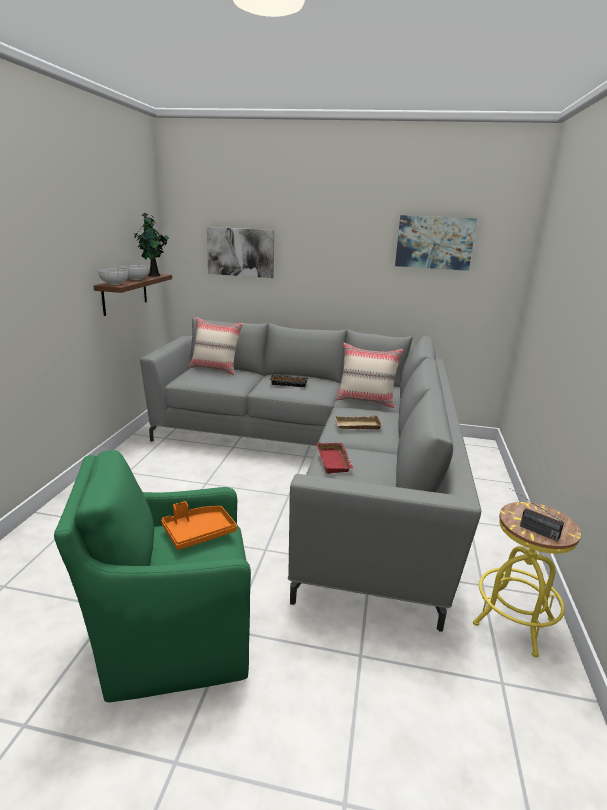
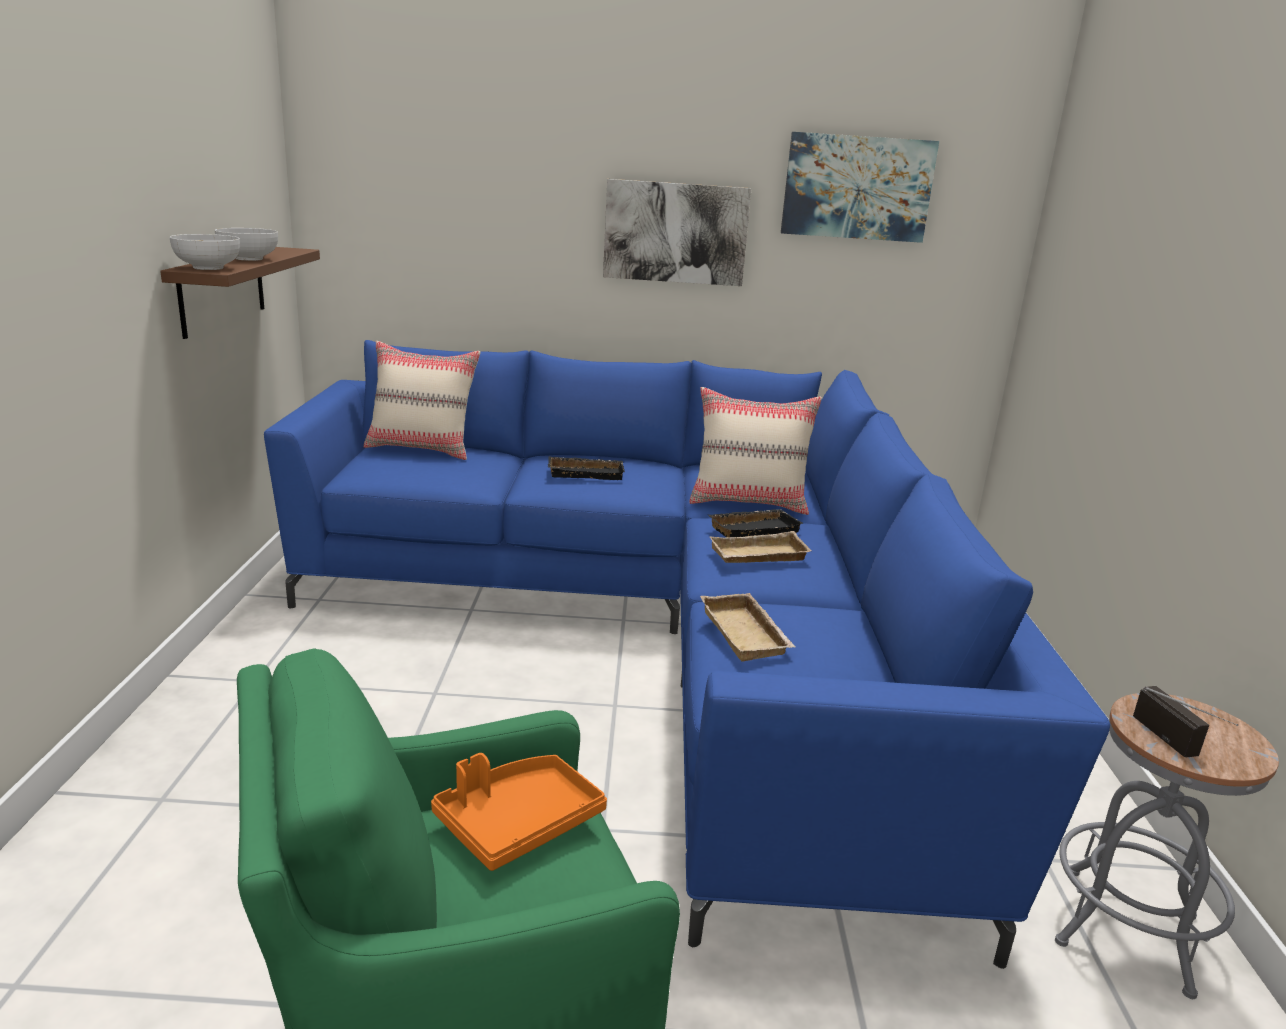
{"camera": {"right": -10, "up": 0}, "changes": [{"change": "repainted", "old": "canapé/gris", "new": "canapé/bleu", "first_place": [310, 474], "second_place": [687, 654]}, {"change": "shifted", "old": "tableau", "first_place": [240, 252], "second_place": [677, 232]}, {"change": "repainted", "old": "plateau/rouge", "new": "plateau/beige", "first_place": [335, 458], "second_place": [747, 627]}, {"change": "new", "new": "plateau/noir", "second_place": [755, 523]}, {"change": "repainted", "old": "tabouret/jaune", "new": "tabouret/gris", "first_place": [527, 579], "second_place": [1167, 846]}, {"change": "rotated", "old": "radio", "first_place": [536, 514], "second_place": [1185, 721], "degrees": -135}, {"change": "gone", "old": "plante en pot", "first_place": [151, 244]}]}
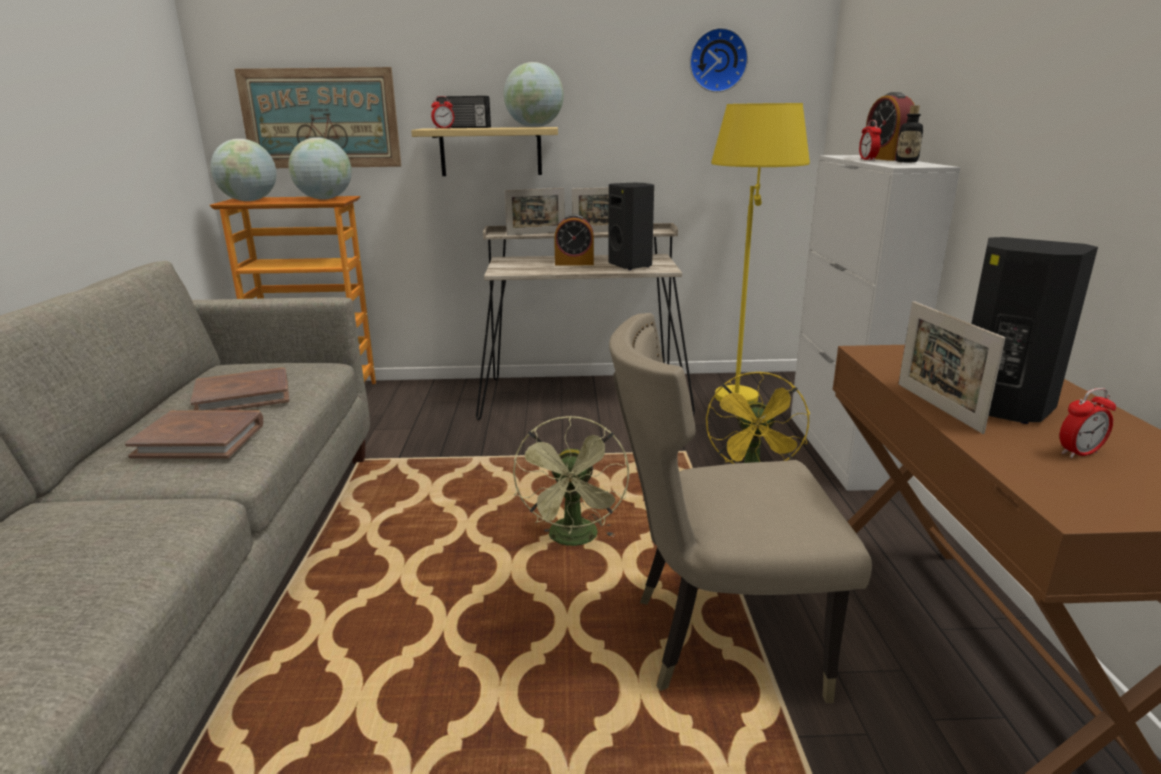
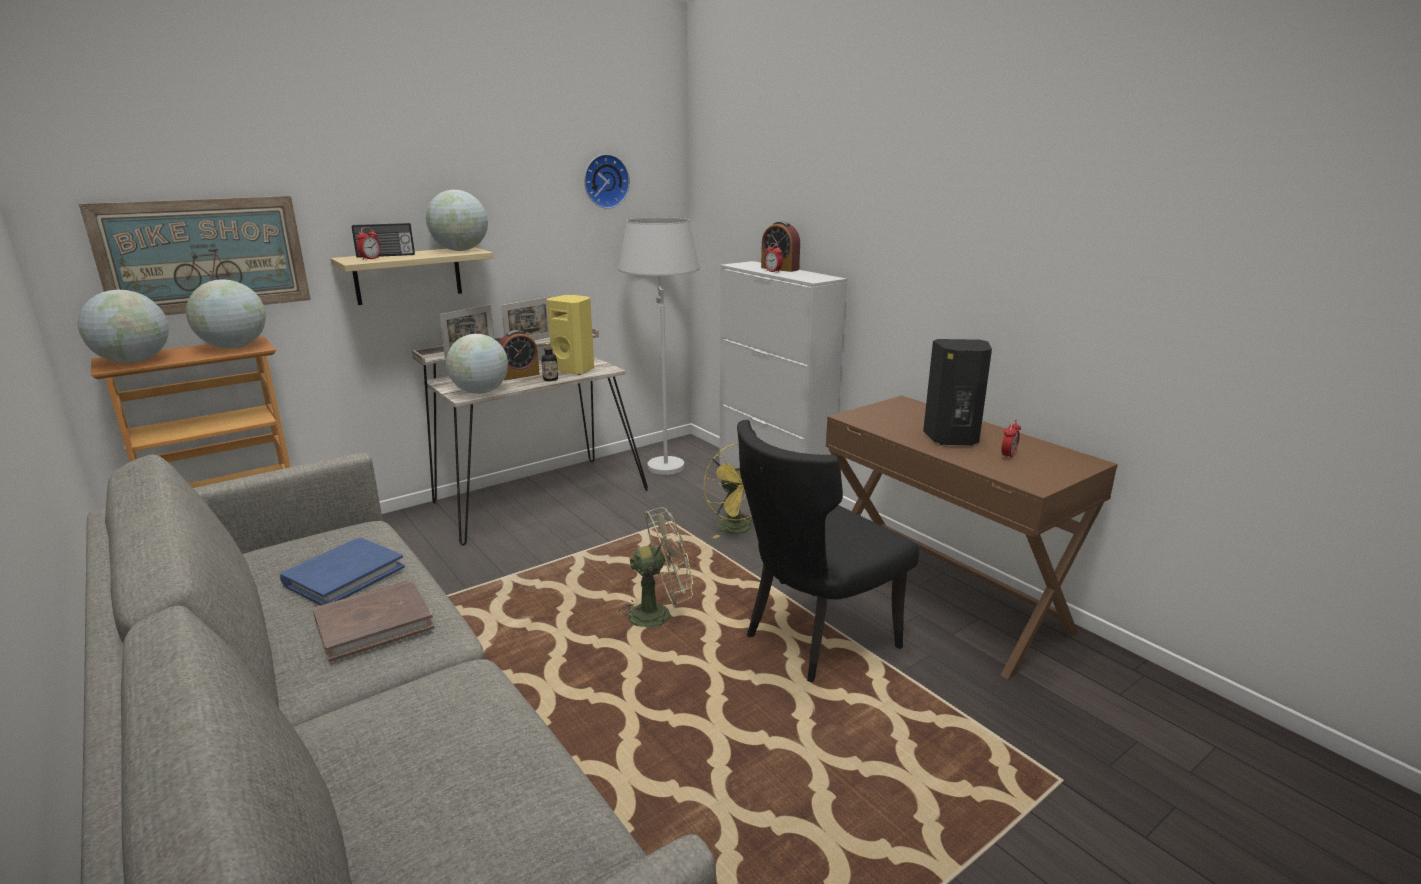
{"camera": {"right": -35, "up": 0}, "changes": [{"change": "repainted", "old": "livre/marron", "new": "livre/bleu", "first_place": [240, 388], "second_place": [342, 571]}, {"change": "new", "new": "globe", "second_place": [477, 364]}, {"change": "shifted", "old": "bouteille", "first_place": [909, 133], "second_place": [549, 362]}, {"change": "repainted", "old": "enceinte/noir", "new": "enceinte/jaune", "first_place": [631, 226], "second_place": [570, 335]}, {"change": "repainted", "old": "lampadaire/jaune", "new": "lampadaire/blanc", "first_place": [760, 253], "second_place": [659, 346]}, {"change": "rotated", "old": "ventilateur/vert", "first_place": [571, 481], "second_place": [656, 568], "degrees": -75}, {"change": "repainted", "old": "chaise/beige", "new": "chaise/noir", "first_place": [740, 508], "second_place": [828, 551]}, {"change": "gone", "old": "cadre photo", "first_place": [952, 367]}]}
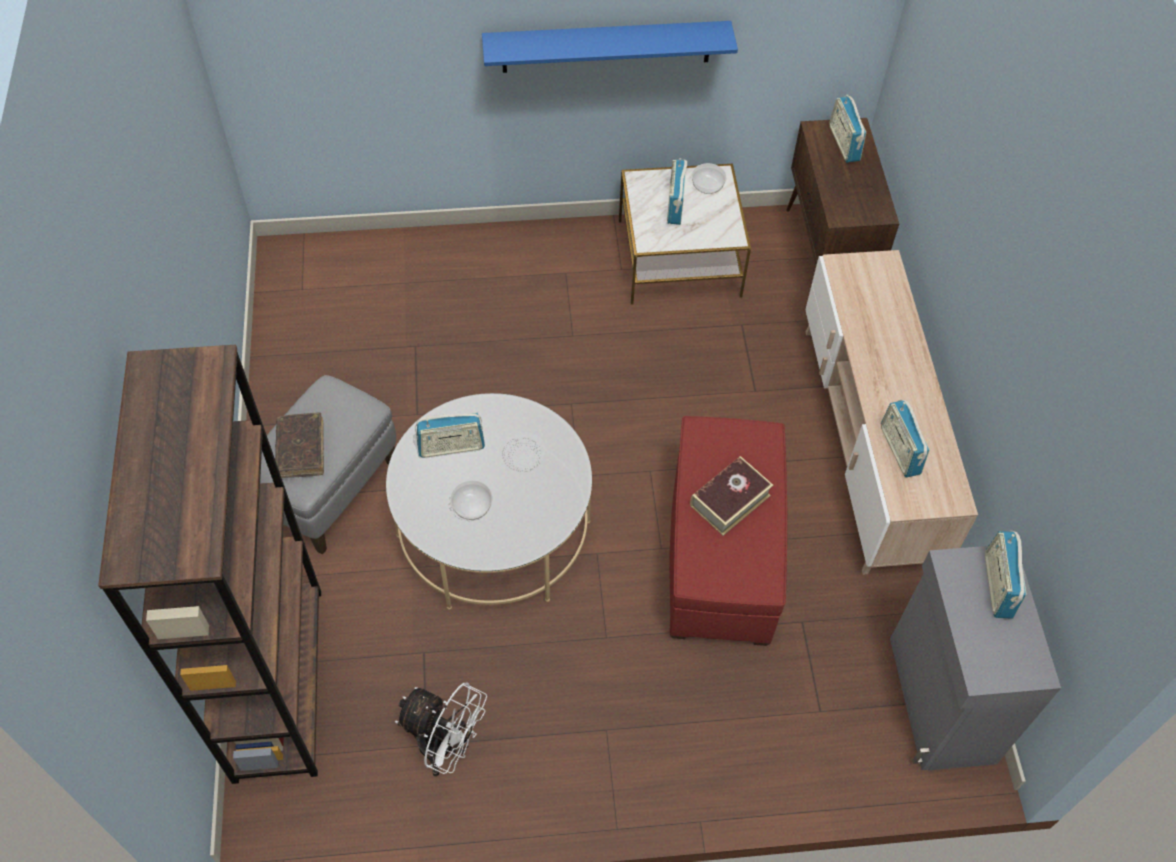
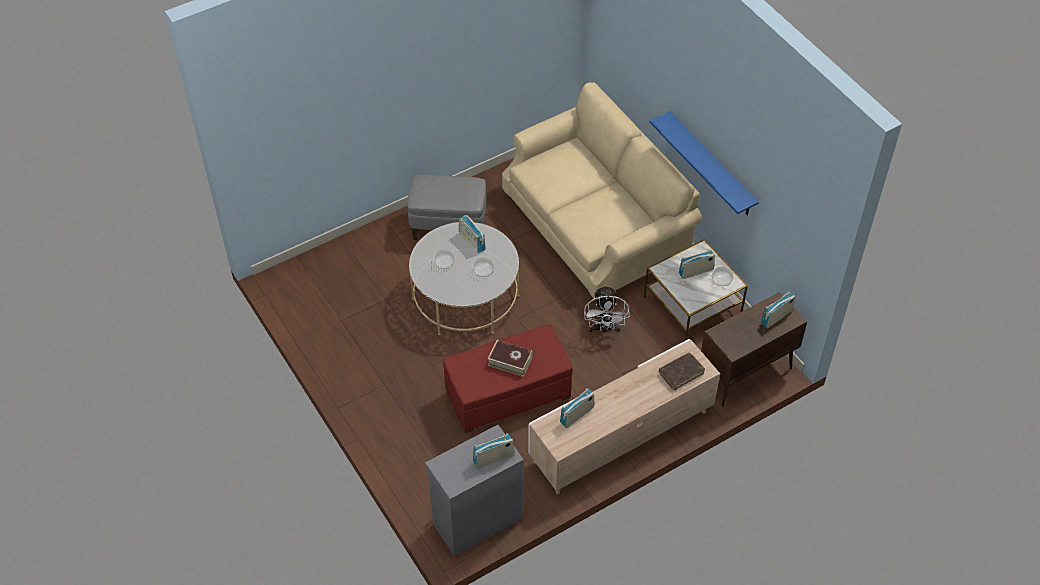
{"camera": {"right": 65, "up": -5}, "changes": [{"change": "new", "new": "canapé/beige", "second_place": [602, 191]}, {"change": "shifted", "old": "ventilateur/blanc", "first_place": [441, 729], "second_place": [606, 309]}, {"change": "shifted", "old": "livre/marron", "first_place": [299, 445], "second_place": [682, 371]}, {"change": "gone", "old": "bibliothèque/marron", "first_place": [209, 564]}]}
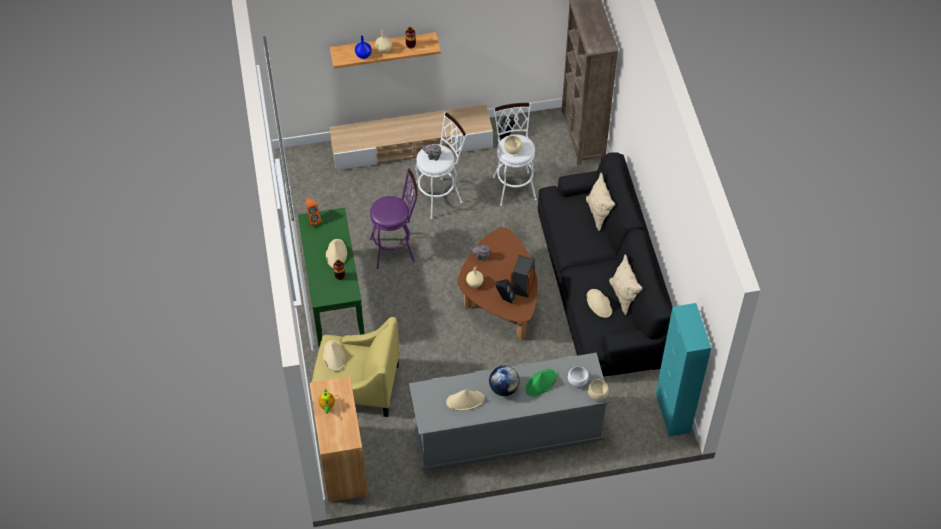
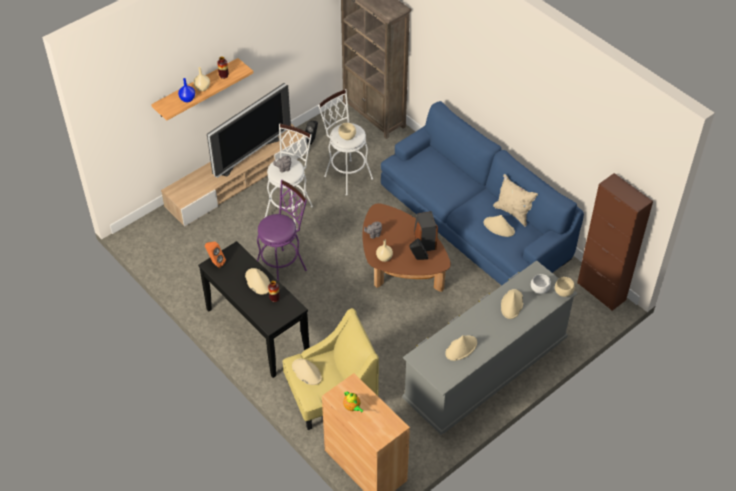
{"camera": {"right": -30, "up": -5}, "changes": [{"change": "repainted", "old": "table console/vert", "new": "table console/noir", "first_place": [331, 277], "second_place": [254, 309]}, {"change": "new", "new": "téléviseur", "second_place": [249, 130]}, {"change": "repainted", "old": "canapé/noir", "new": "canapé/bleu", "first_place": [605, 264], "second_place": [482, 193]}, {"change": "repainted", "old": "chapeau/vert", "new": "chapeau/beige", "first_place": [541, 383], "second_place": [512, 304]}, {"change": "repainted", "old": "meuble de rangement/turquoise", "new": "meuble de rangement/marron", "first_place": [683, 369], "second_place": [615, 242]}, {"change": "gone", "old": "globe", "first_place": [504, 381]}, {"change": "gone", "old": "coussin/beige", "first_place": [600, 202]}]}
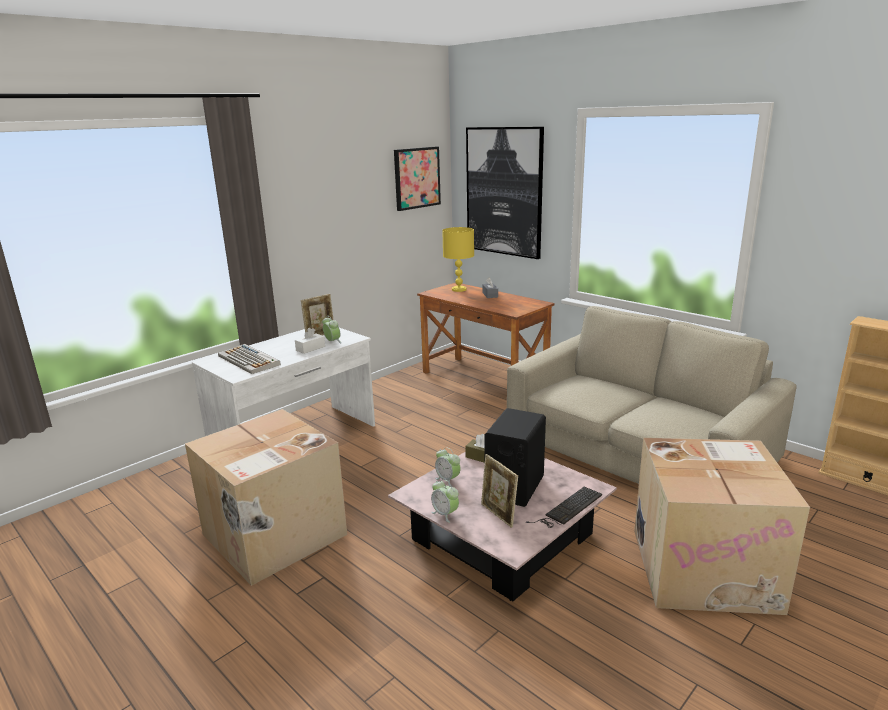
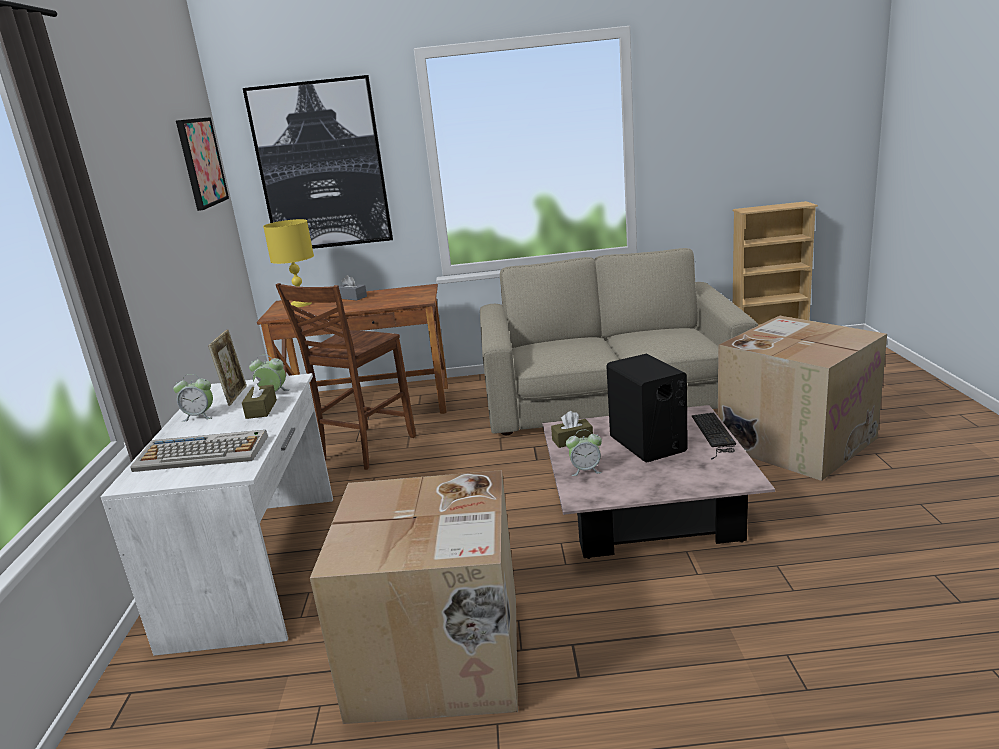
{"camera": {"right": -45, "up": 0}, "changes": [{"change": "shifted", "old": "réveil", "first_place": [445, 501], "second_place": [193, 398]}, {"change": "repainted", "old": "boîte à mouchoirs/blanc", "new": "boîte à mouchoirs/marron", "first_place": [310, 341], "second_place": [259, 398]}, {"change": "new", "new": "chaise/marron", "second_place": [346, 376]}, {"change": "gone", "old": "cadre photo", "first_place": [499, 491]}]}
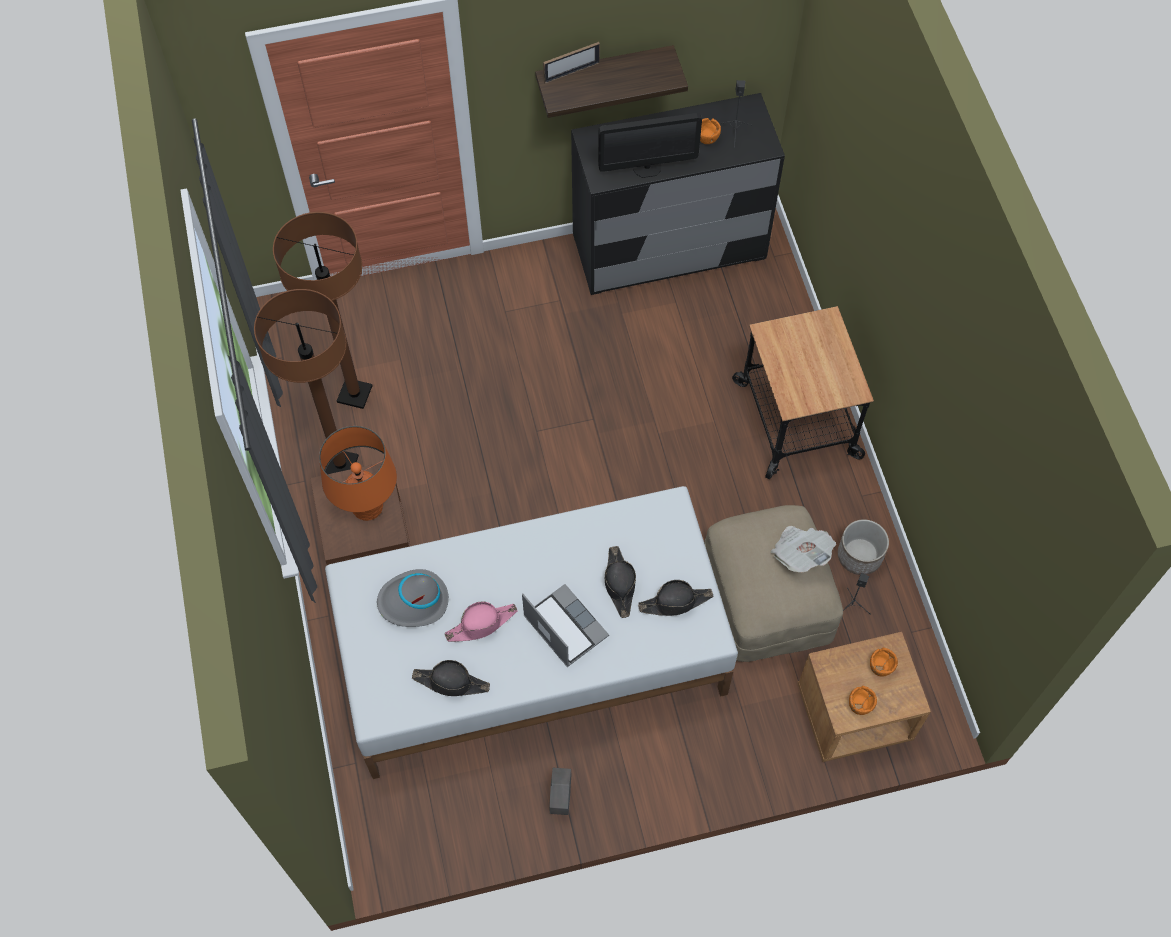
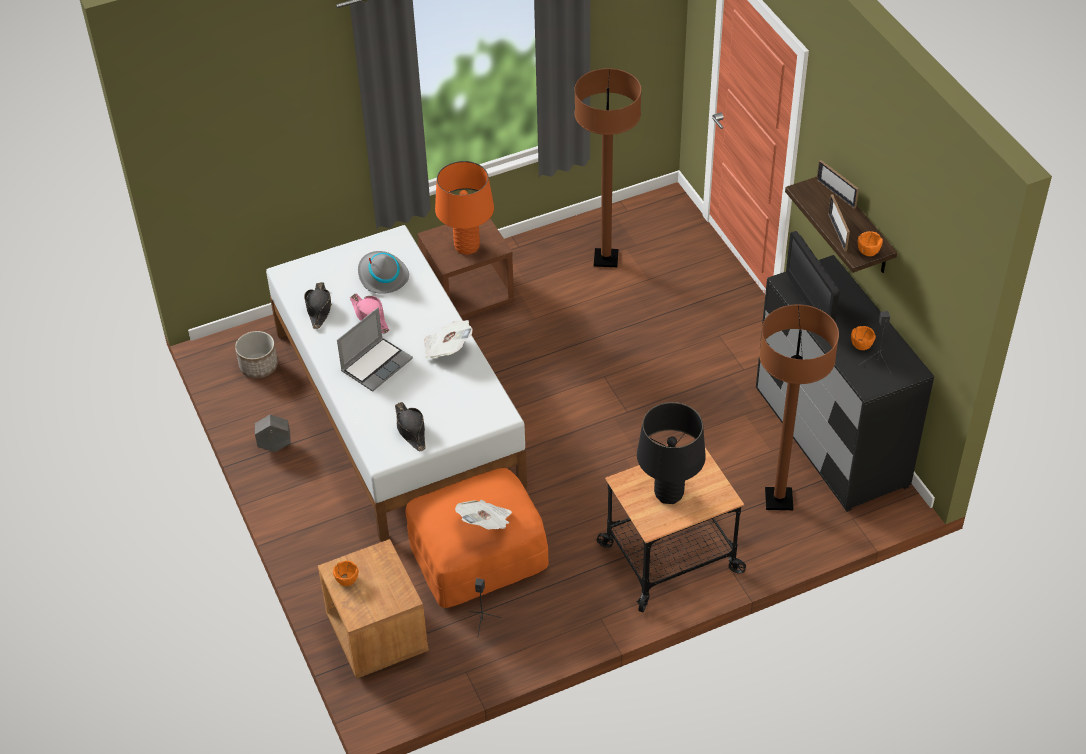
{"camera": {"right": 80, "up": -15}, "changes": [{"change": "shifted", "old": "cache-pot", "first_place": [863, 547], "second_place": [256, 355]}, {"change": "repainted", "old": "pouf/beige", "new": "pouf/orange", "first_place": [773, 583], "second_place": [477, 538]}, {"change": "new", "new": "journal", "second_place": [448, 339]}, {"change": "new", "new": "lampe de table/noir", "second_place": [671, 453]}, {"change": "shifted", "old": "lampadaire/marron", "first_place": [306, 381], "second_place": [799, 407]}, {"change": "new", "new": "cadre photo", "second_place": [839, 223]}, {"change": "shifted", "old": "bol/orange", "first_place": [884, 662], "second_place": [870, 243]}, {"change": "gone", "old": "chapeau/noir", "first_place": [620, 582]}]}
